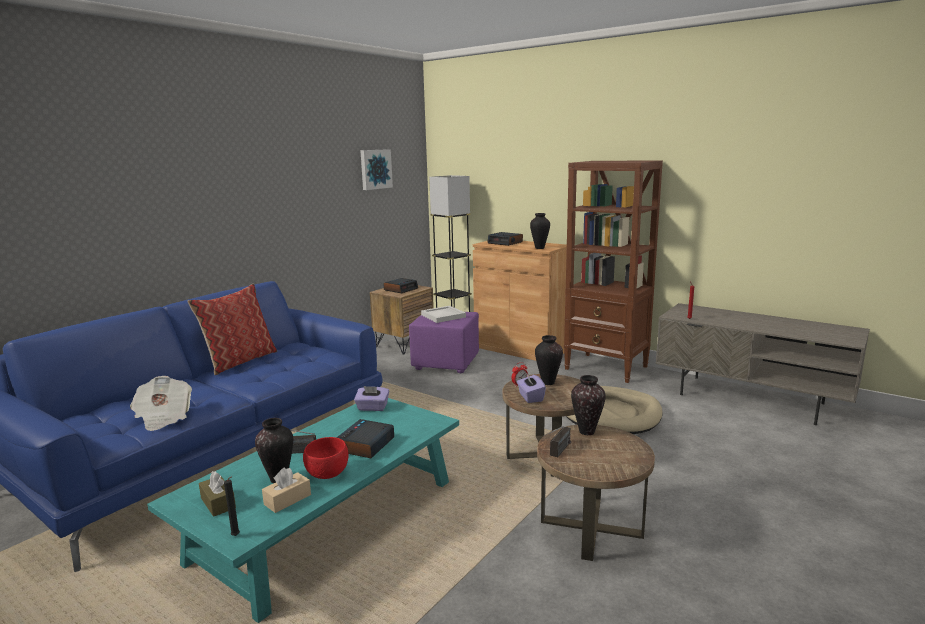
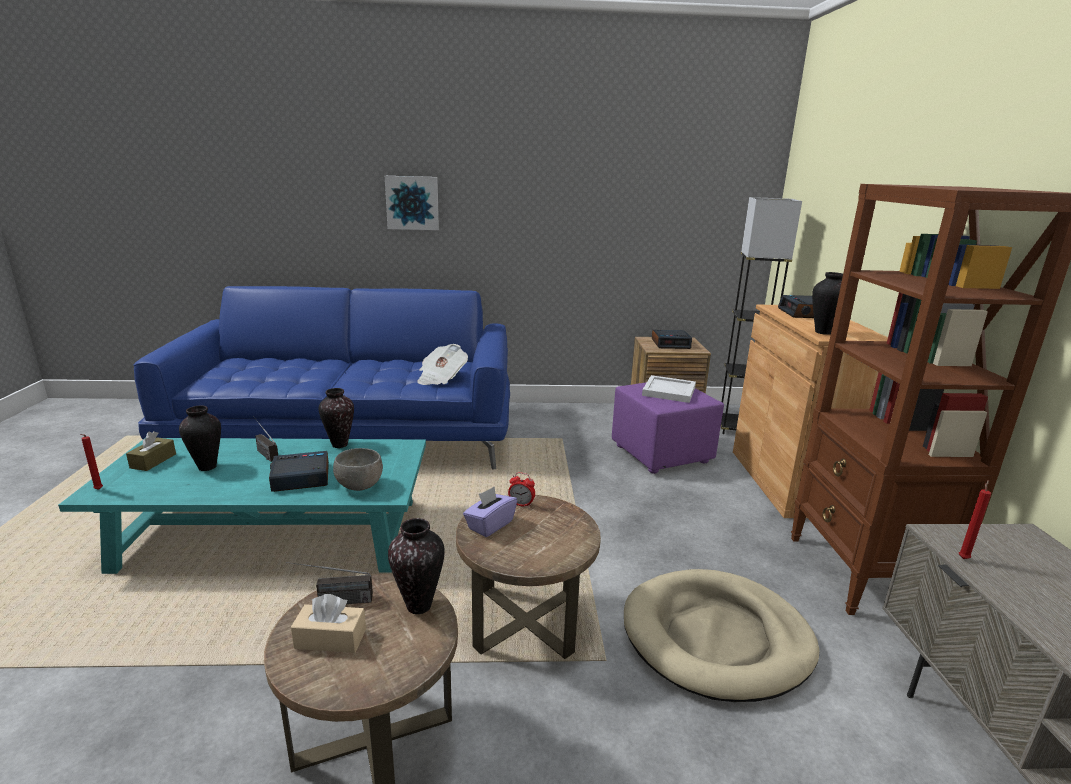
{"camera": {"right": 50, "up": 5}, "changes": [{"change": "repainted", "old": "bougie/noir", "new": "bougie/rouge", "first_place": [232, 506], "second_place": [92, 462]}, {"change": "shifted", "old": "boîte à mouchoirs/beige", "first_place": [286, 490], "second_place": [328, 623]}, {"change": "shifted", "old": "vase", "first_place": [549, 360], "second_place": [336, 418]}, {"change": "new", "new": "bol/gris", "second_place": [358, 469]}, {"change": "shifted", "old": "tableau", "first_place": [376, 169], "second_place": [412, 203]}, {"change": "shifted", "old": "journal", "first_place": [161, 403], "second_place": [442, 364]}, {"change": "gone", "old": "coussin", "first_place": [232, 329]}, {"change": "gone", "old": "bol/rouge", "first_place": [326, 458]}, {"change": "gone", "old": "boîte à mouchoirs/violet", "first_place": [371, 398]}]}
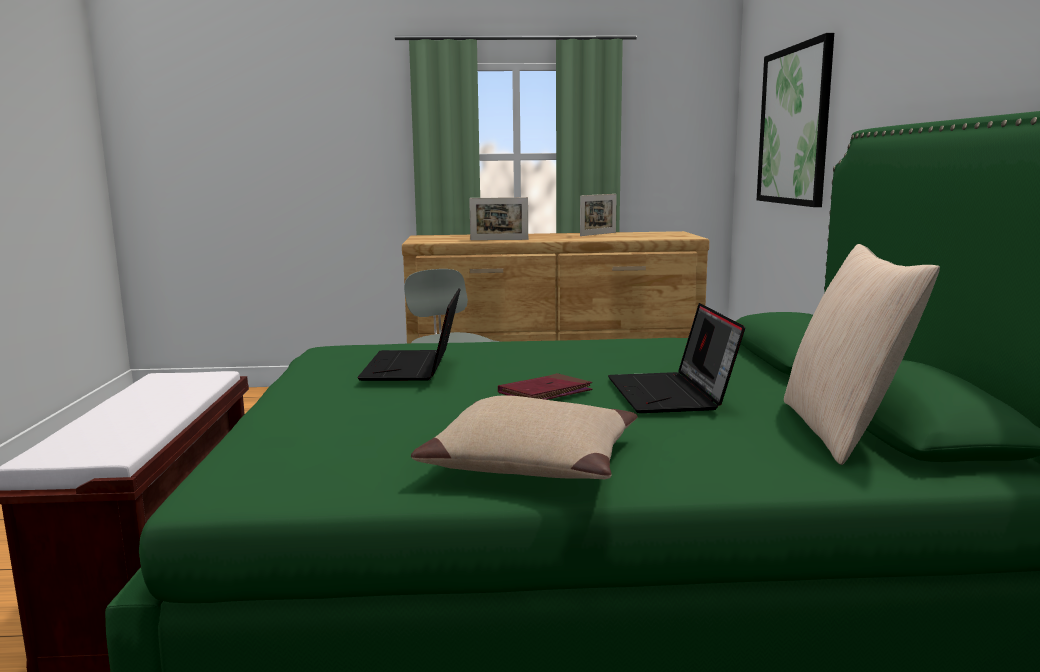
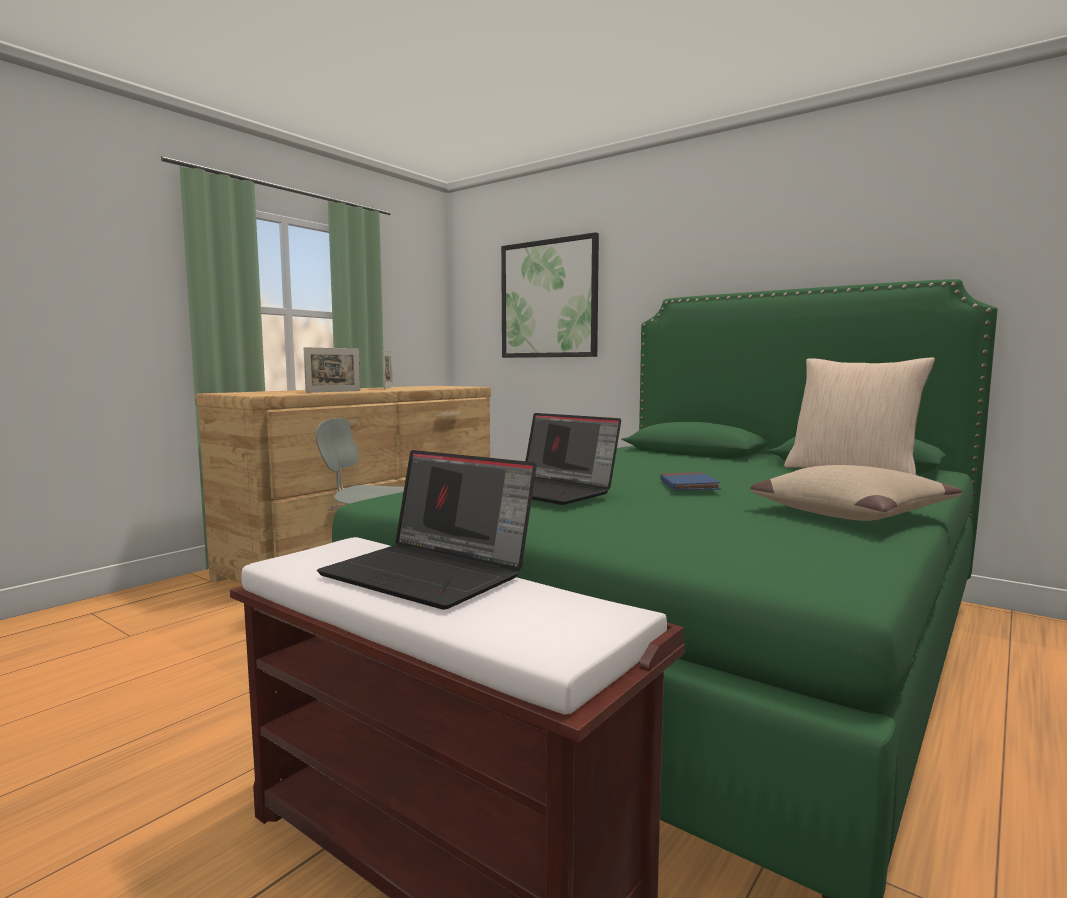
{"camera": {"right": -50, "up": -5}, "changes": [{"change": "shifted", "old": "ordinateur portable", "first_place": [676, 358], "second_place": [426, 530]}, {"change": "repainted", "old": "livre/rouge", "new": "livre/bleu", "first_place": [545, 386], "second_place": [690, 481]}]}
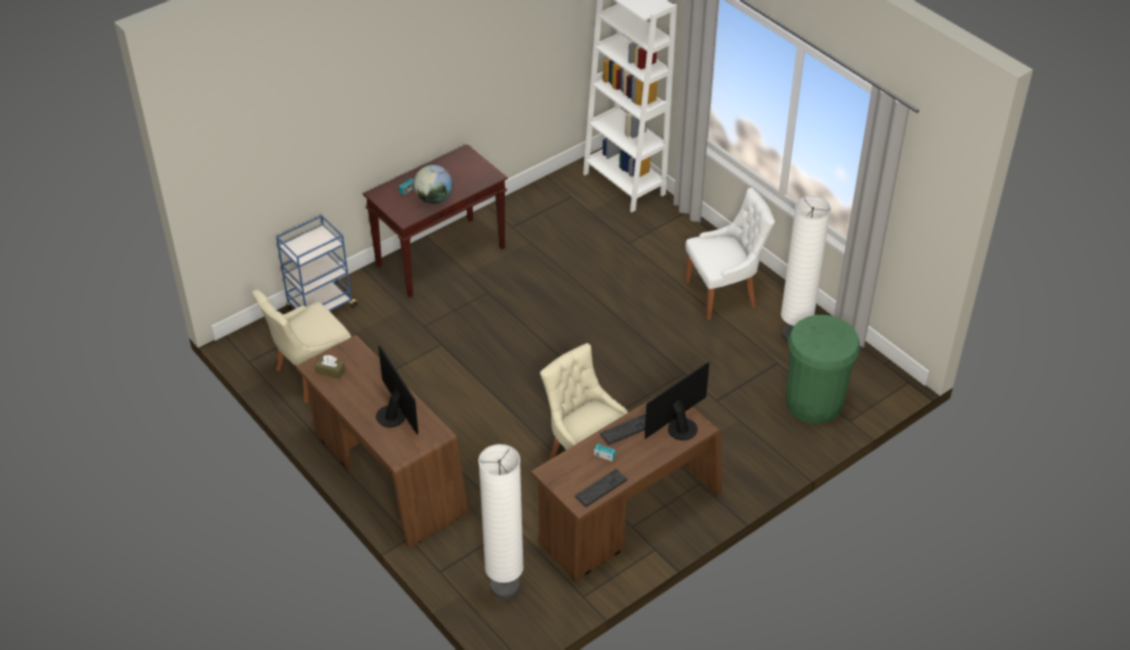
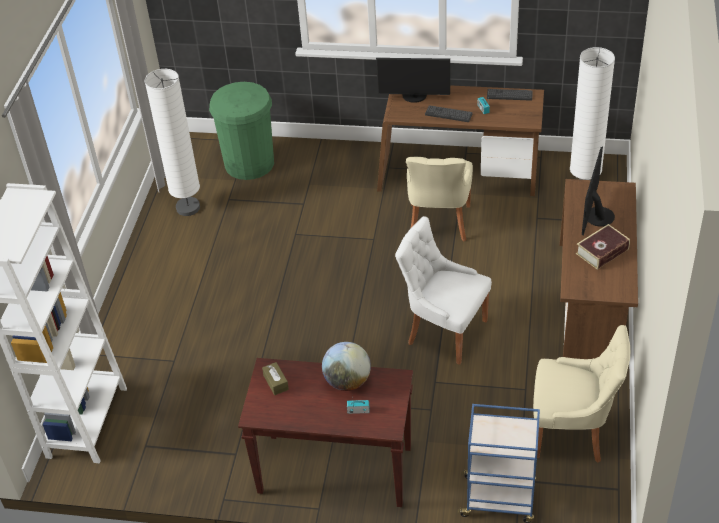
{"camera": {"right": -130, "up": 0}, "changes": [{"change": "shifted", "old": "boîte à mouchoirs/marron", "first_place": [330, 367], "second_place": [275, 378]}, {"change": "shifted", "old": "chaise/blanc", "first_place": [730, 253], "second_place": [443, 290]}, {"change": "new", "new": "livre", "second_place": [603, 246]}]}
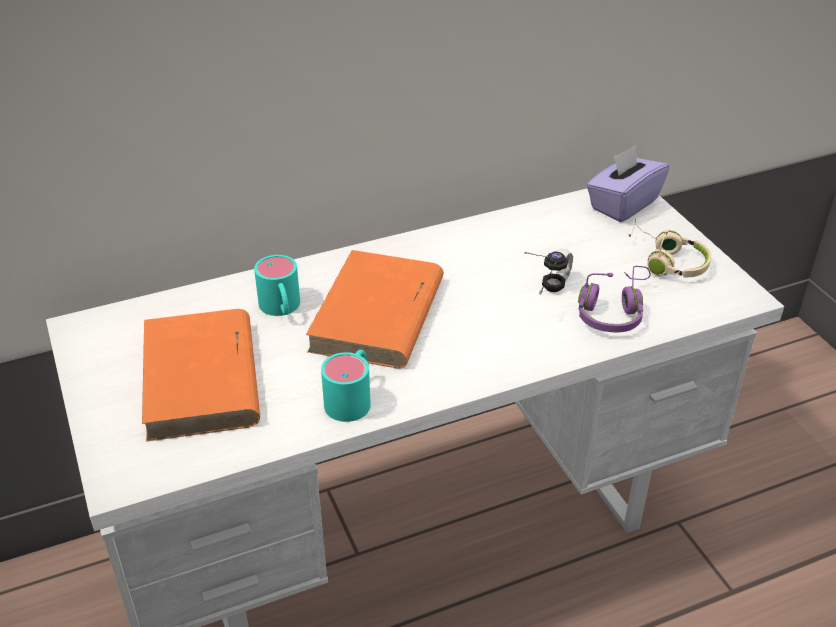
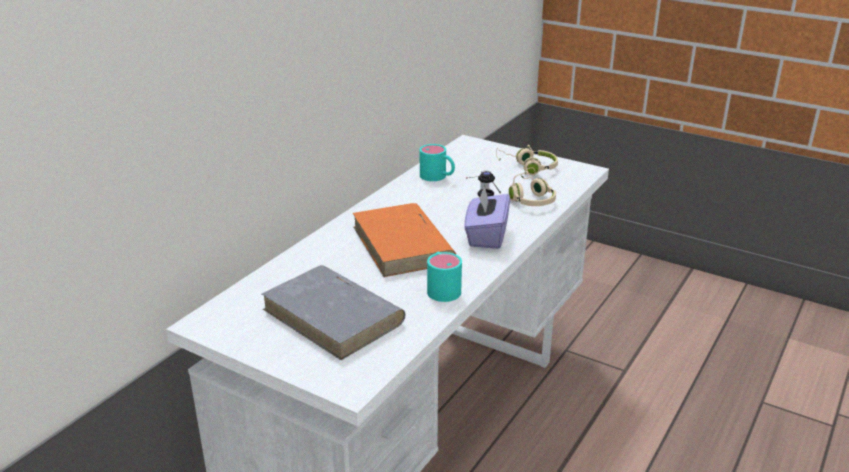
{"camera": {"right": -35, "up": -10}, "changes": [{"change": "repainted", "old": "livre/orange", "new": "livre/gris", "first_place": [201, 375], "second_place": [334, 312]}, {"change": "shifted", "old": "mug/turquoise", "first_place": [277, 285], "second_place": [437, 162]}, {"change": "shifted", "old": "boîte à mouchoirs/violet", "first_place": [627, 183], "second_place": [487, 217]}, {"change": "repainted", "old": "casque audio/violet", "new": "casque audio/beige", "first_place": [614, 299], "second_place": [532, 186]}]}
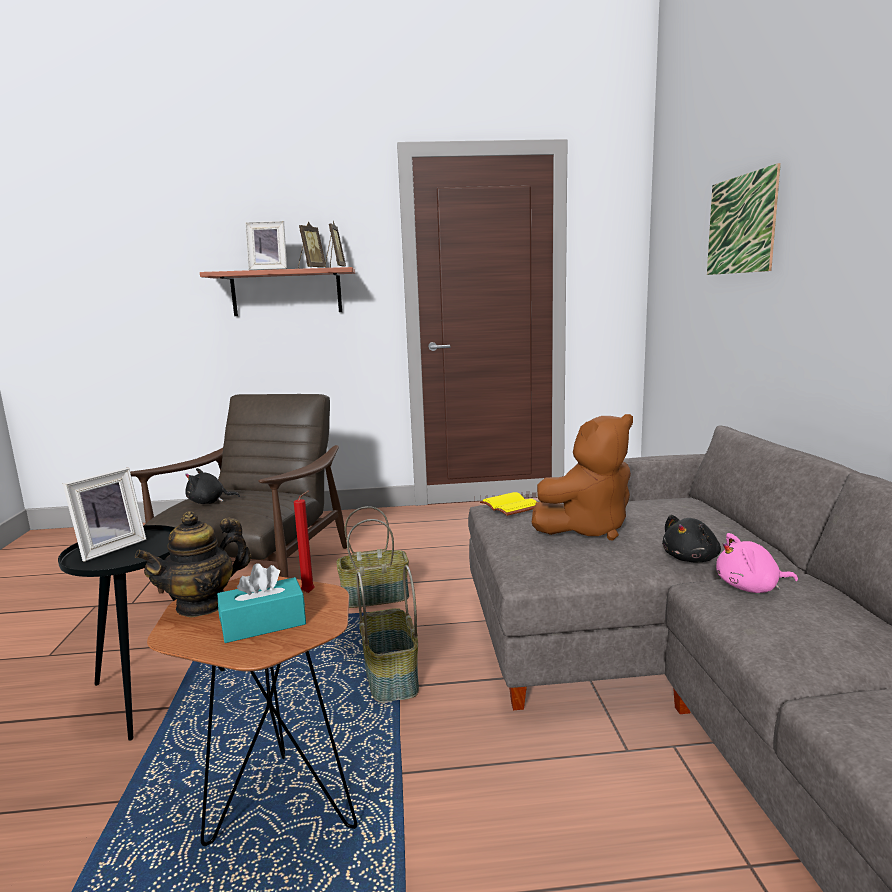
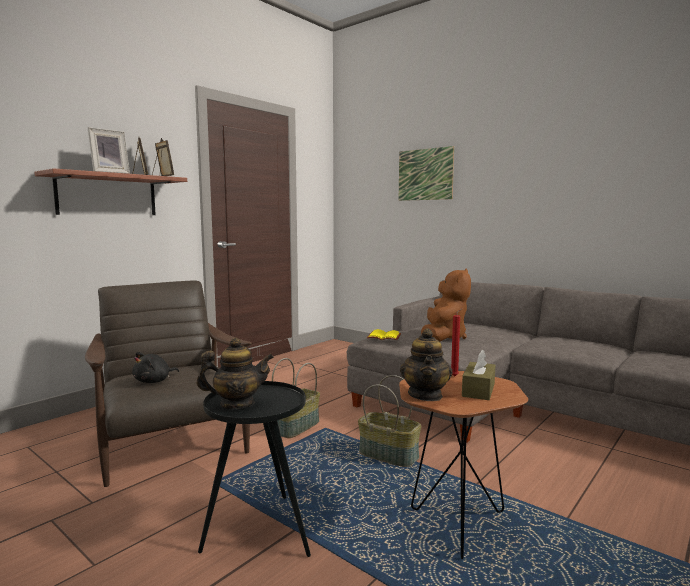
{"camera": {"right": -45, "up": -5}, "changes": [{"change": "swapped", "old": "cadre photo", "new": "théière", "first_place": [105, 515], "second_place": [235, 373]}, {"change": "repainted", "old": "boîte à mouchoirs/turquoise", "new": "boîte à mouchoirs/marron", "first_place": [261, 603], "second_place": [478, 375]}, {"change": "gone", "old": "peluche/noir", "first_place": [691, 538]}, {"change": "gone", "old": "peluche/rose", "first_place": [757, 563]}]}
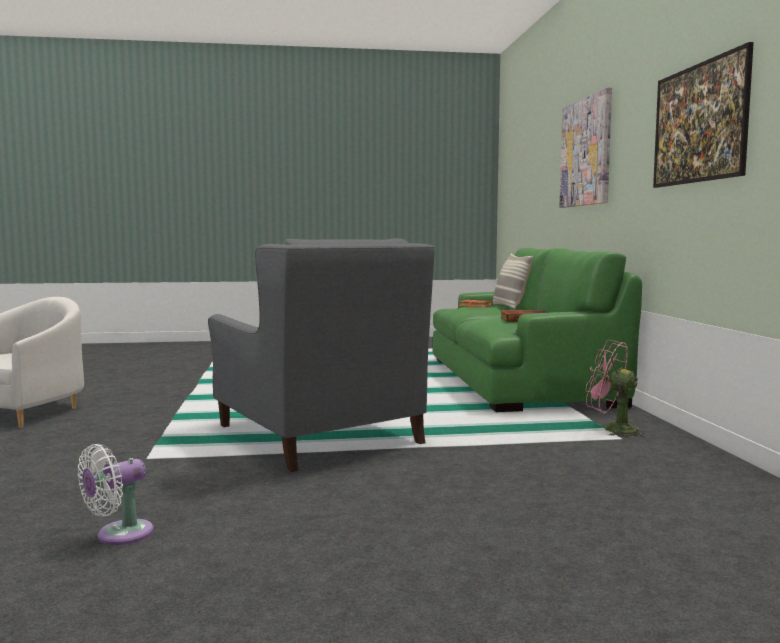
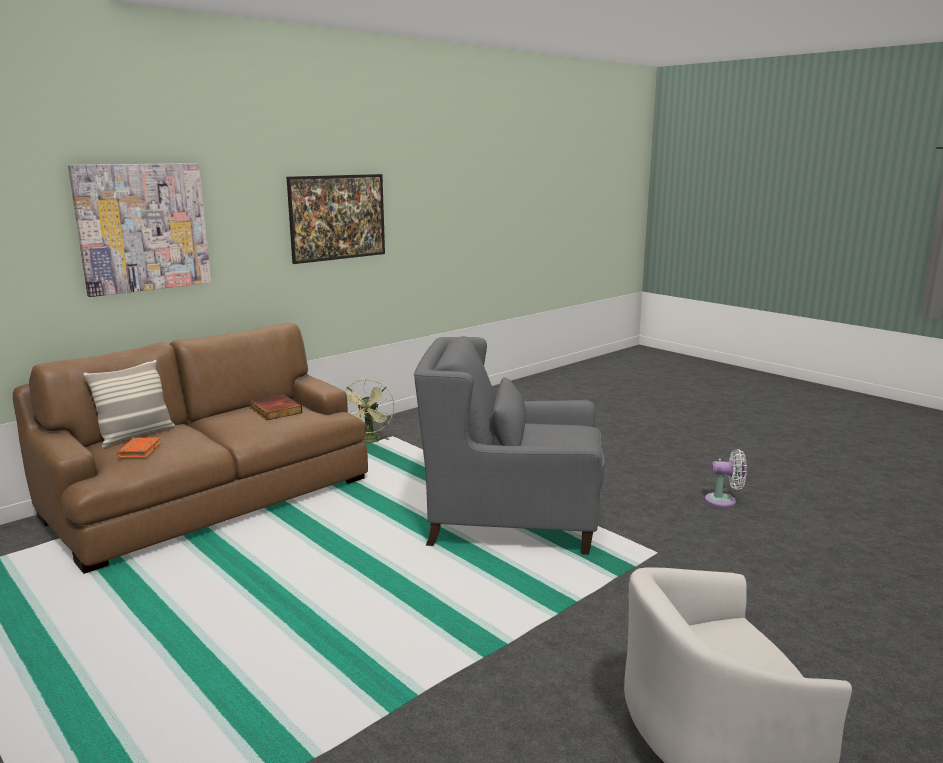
{"camera": {"right": -125, "up": 10}, "changes": [{"change": "repainted", "old": "canapé/vert", "new": "canapé/marron", "first_place": [537, 330], "second_place": [190, 448]}, {"change": "repainted", "old": "ventilateur/rose", "new": "ventilateur/vert", "first_place": [616, 389], "second_place": [369, 411]}, {"change": "rotated", "old": "fauteuil/gris", "first_place": [321, 355], "second_place": [509, 445], "degrees": -105}]}
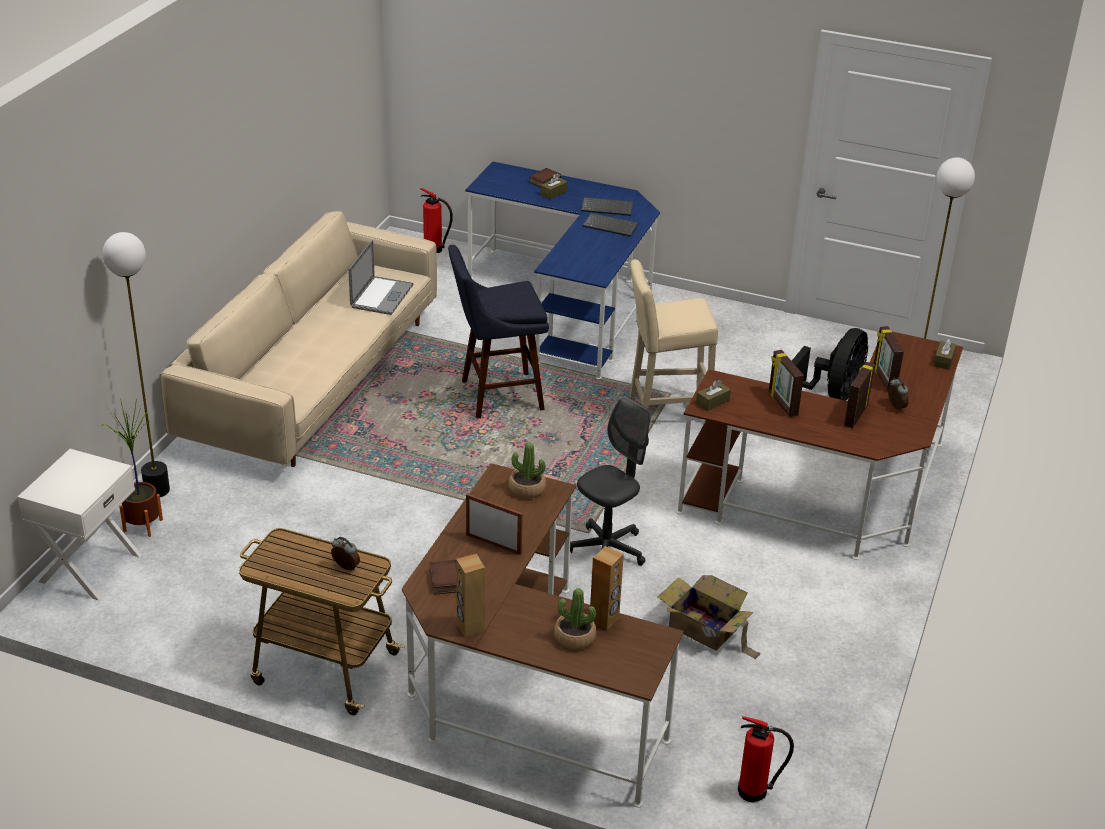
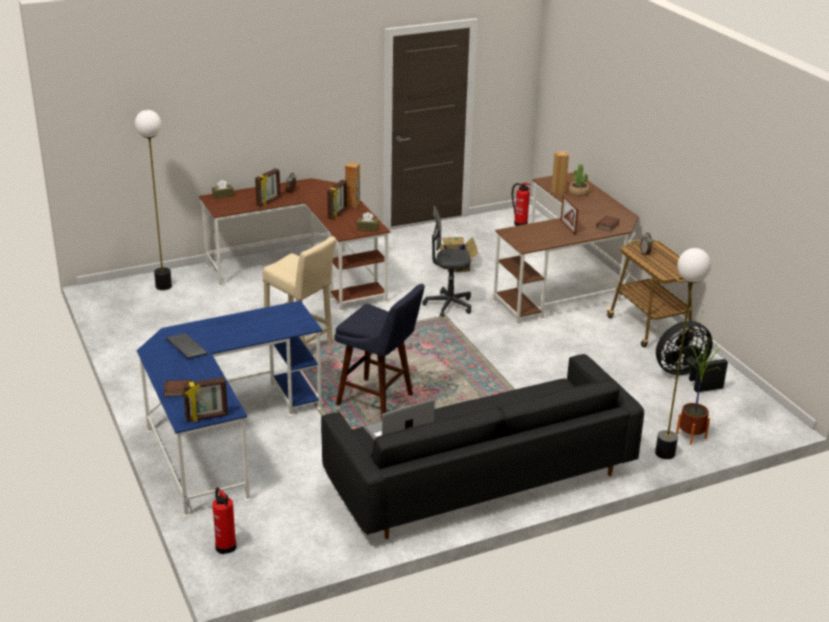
{"camera": {"right": -135, "up": -5}, "changes": [{"change": "shifted", "old": "cadre photo", "first_place": [859, 395], "second_place": [205, 399]}, {"change": "repainted", "old": "canapé/beige", "new": "canapé/noir", "first_place": [298, 339], "second_place": [482, 446]}, {"change": "shifted", "old": "enceinte/marron", "first_place": [470, 595], "second_place": [352, 185]}, {"change": "shifted", "old": "ventilateur/noir", "first_place": [830, 364], "second_place": [692, 357]}, {"change": "gone", "old": "table de chevet/blanc", "first_place": [79, 524]}, {"change": "gone", "old": "plante en pot", "first_place": [527, 470]}, {"change": "gone", "old": "boîte à mouchoirs/marron", "first_place": [554, 186]}, {"change": "gone", "old": "clavier", "first_place": [611, 225]}]}
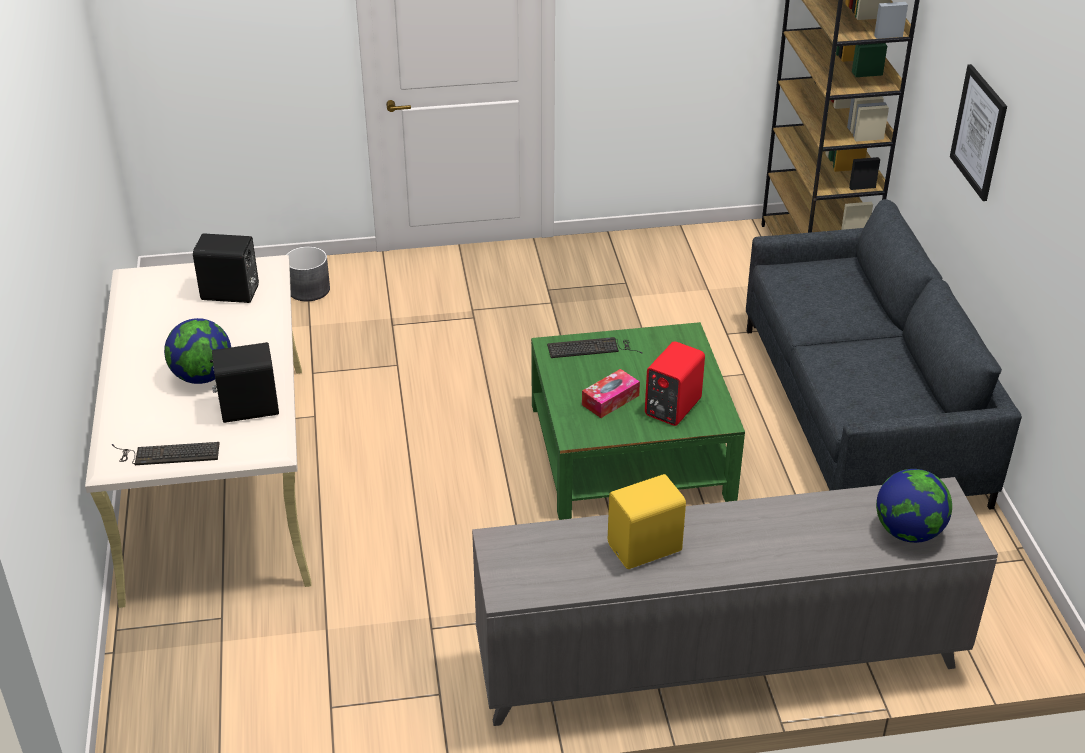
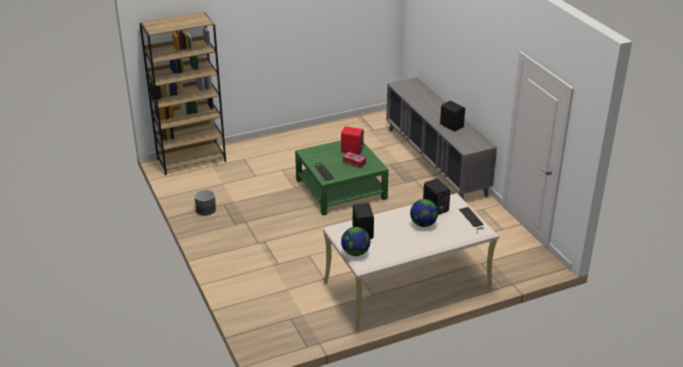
{"camera": {"right": -105, "up": -5}, "changes": [{"change": "shifted", "old": "cache-pot/gris", "first_place": [308, 273], "second_place": [205, 203]}, {"change": "shifted", "old": "globe", "first_place": [914, 506], "second_place": [355, 241]}, {"change": "repainted", "old": "enceinte/jaune", "new": "enceinte/noir", "first_place": [647, 521], "second_place": [452, 116]}, {"change": "gone", "old": "canapé/gris", "first_place": [884, 354]}, {"change": "gone", "old": "tableau", "first_place": [978, 132]}]}
